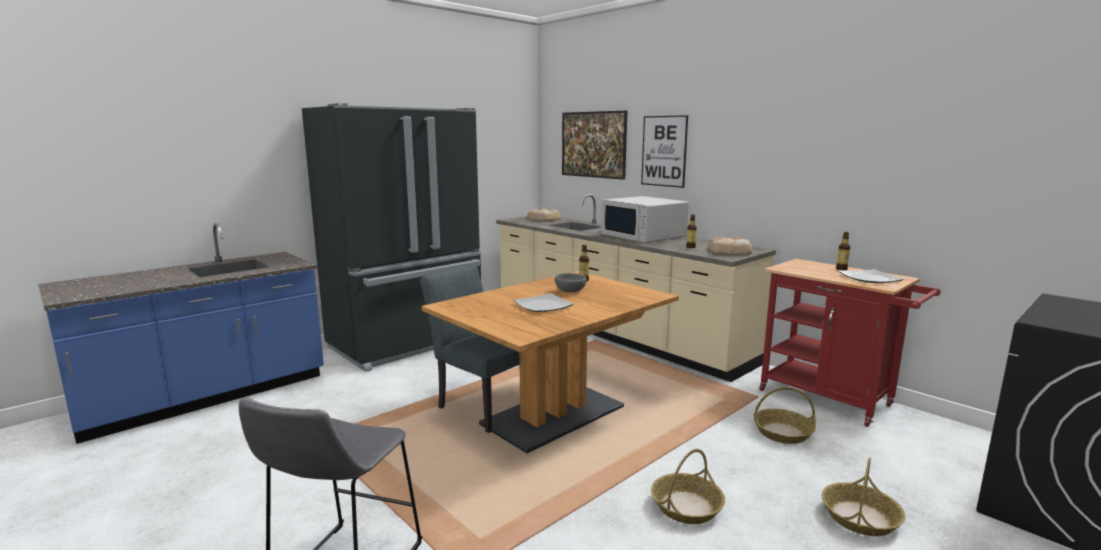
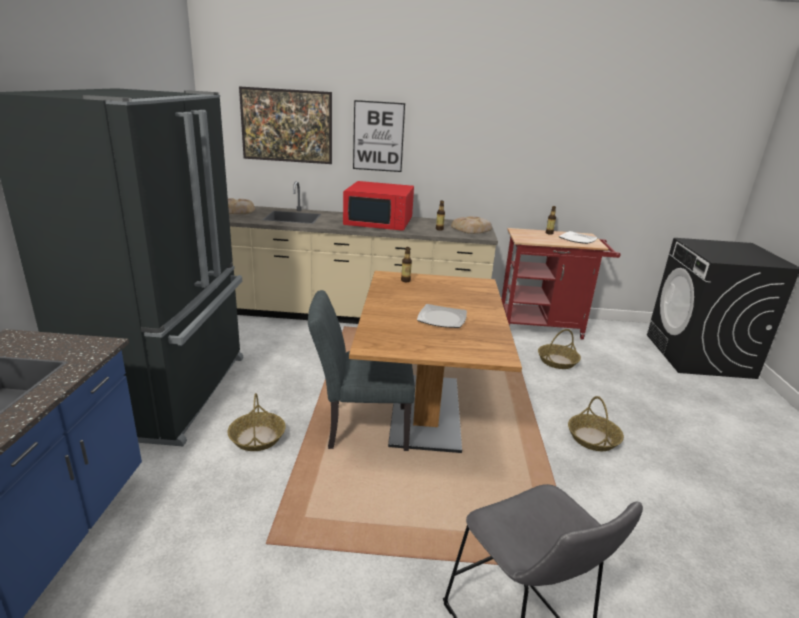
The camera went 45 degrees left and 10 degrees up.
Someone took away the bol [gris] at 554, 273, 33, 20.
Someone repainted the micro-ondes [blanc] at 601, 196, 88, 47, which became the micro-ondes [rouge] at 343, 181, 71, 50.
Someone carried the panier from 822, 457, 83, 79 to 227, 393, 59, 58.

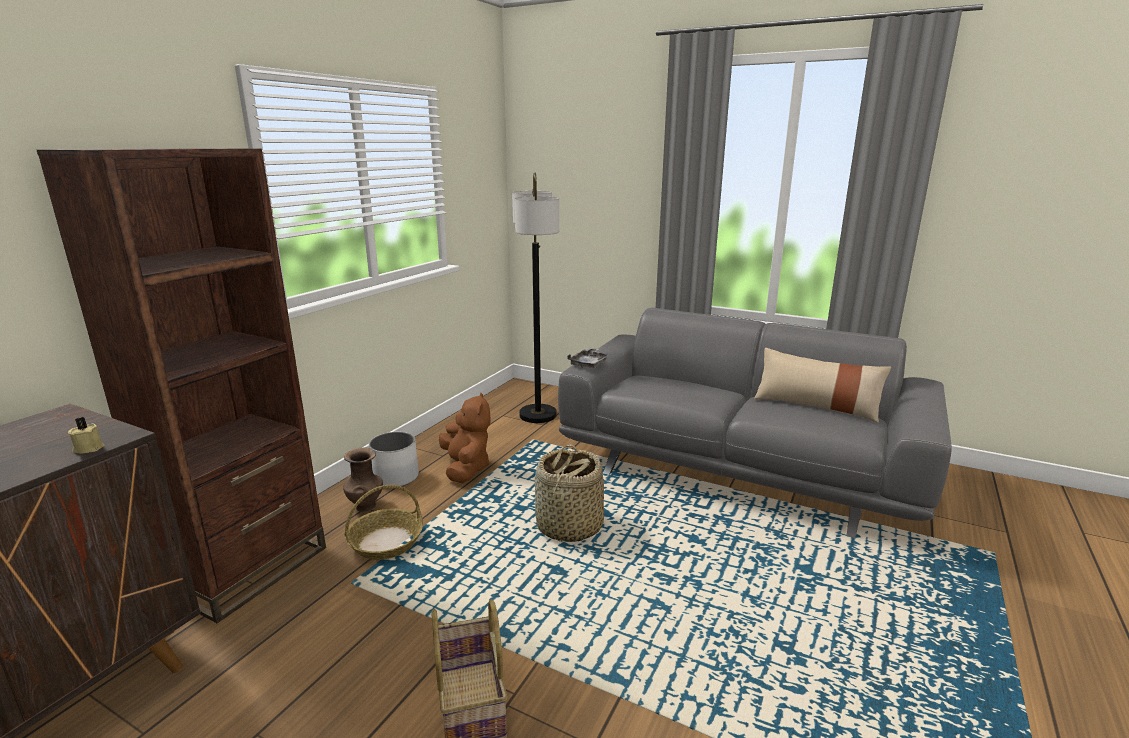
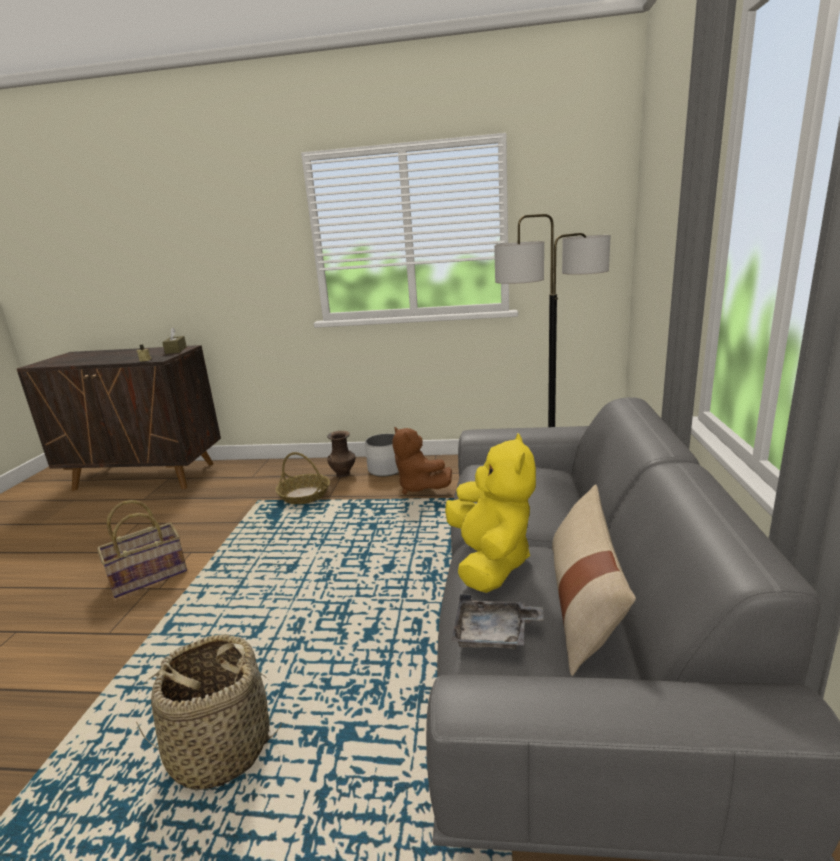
The camera went 70 degrees right and 0 degrees up.
Someone took away the bibliothèque [marron] at 37, 148, 289, 475.
Someone rotated the peluche [marron] at 439, 392, 52, 91 by 90 degrees clockwise.
Someone carried the panier from 535, 444, 69, 98 to 136, 634, 146, 157.
Someone carried the plateau [gris] from 567, 348, 44, 20 to 452, 594, 91, 55.
Someone put down the boîte à mouchoirs [marron] at 162, 327, 25, 27.
Someone put down the peluche [jaune] at 445, 433, 91, 160.

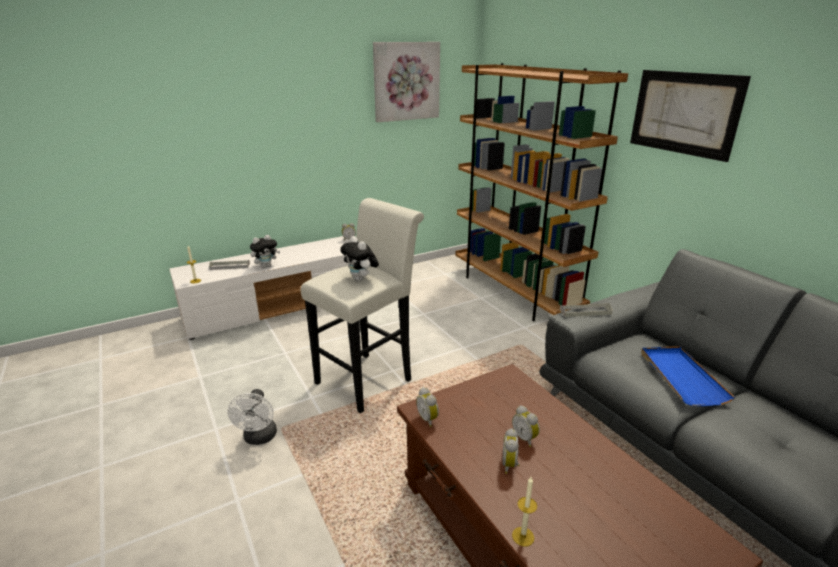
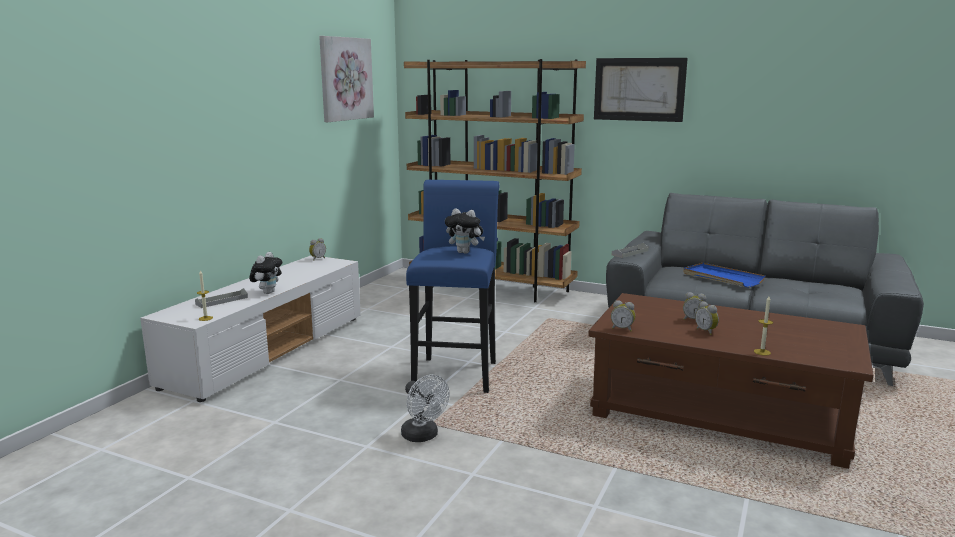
The camera went 35 degrees left and 10 degrees down.
Someone repainted the tabouret [blanc] at 300, 198, 124, 215, which became the tabouret [bleu] at 406, 180, 93, 213.

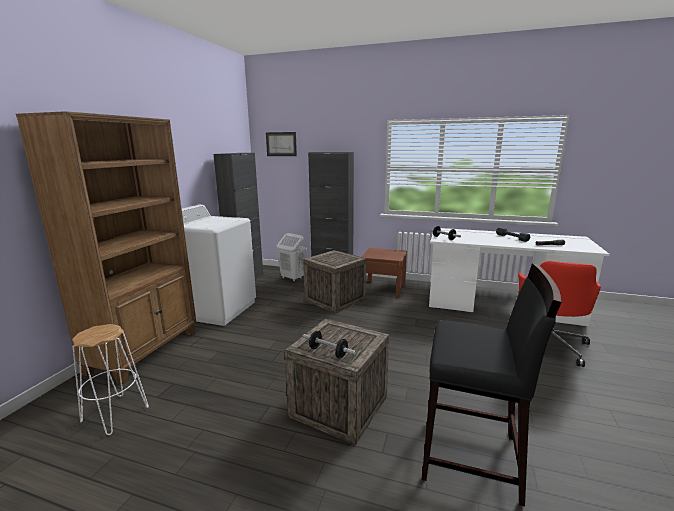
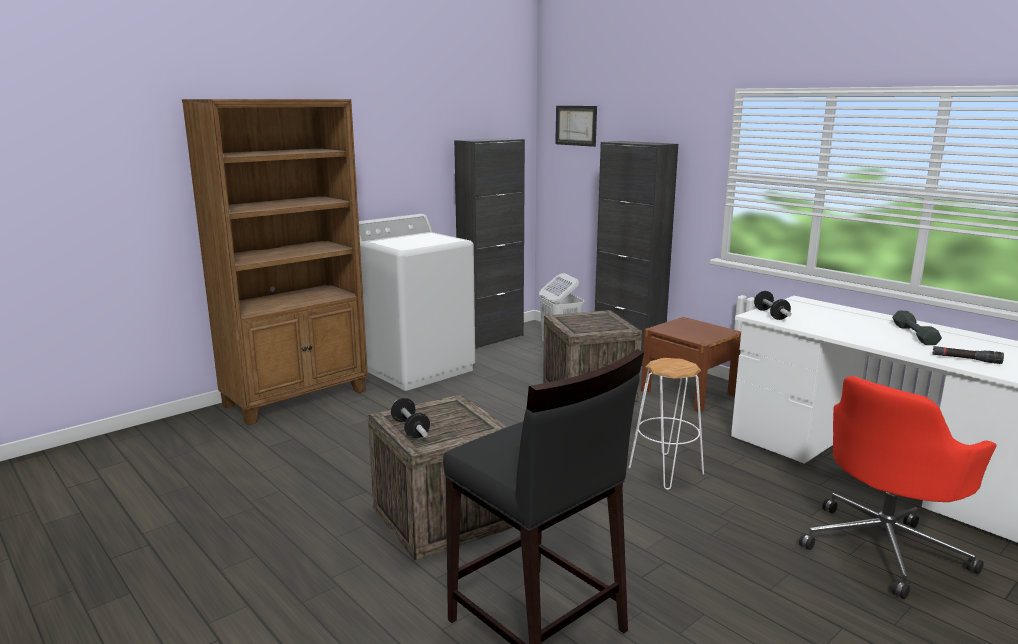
The camera went 30 degrees right and 0 degrees up.
Someone carried the tabouret [blanc] from 72, 324, 77, 111 to 629, 358, 75, 132.

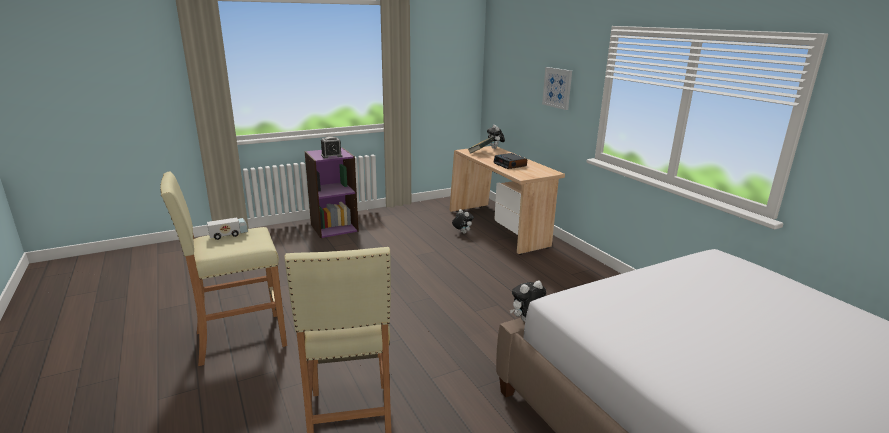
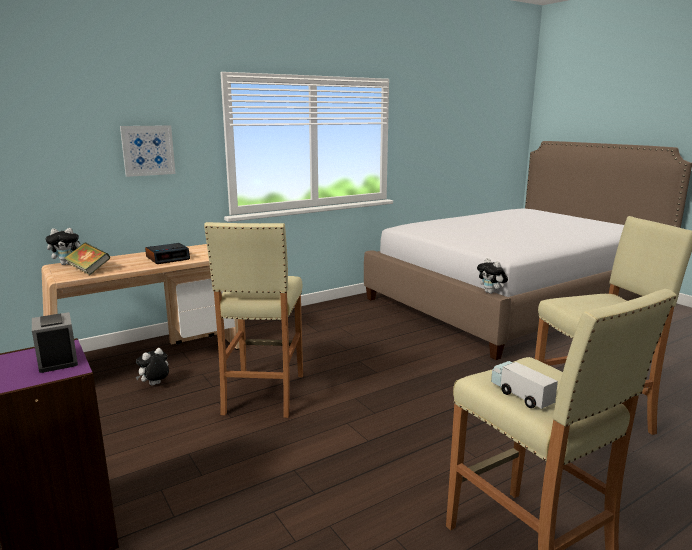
The camera went 95 degrees left and 5 degrees down.
Someone put down the tabouret [beige] at 204, 222, 99, 196.

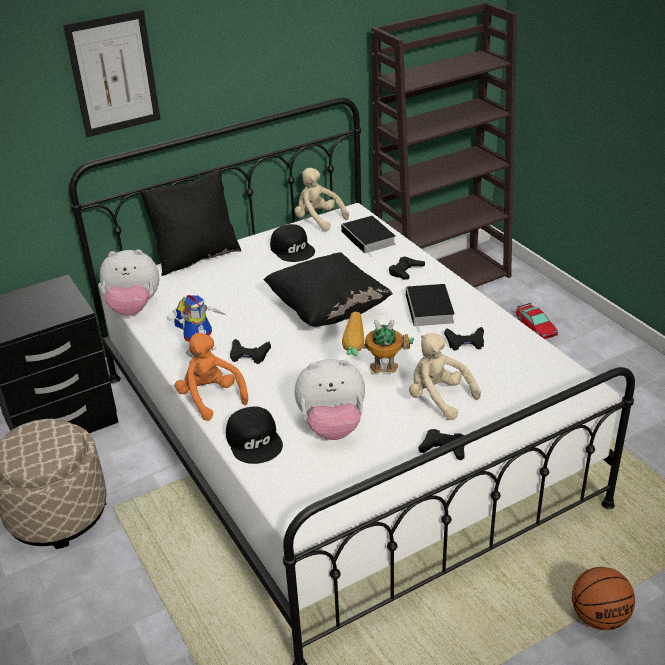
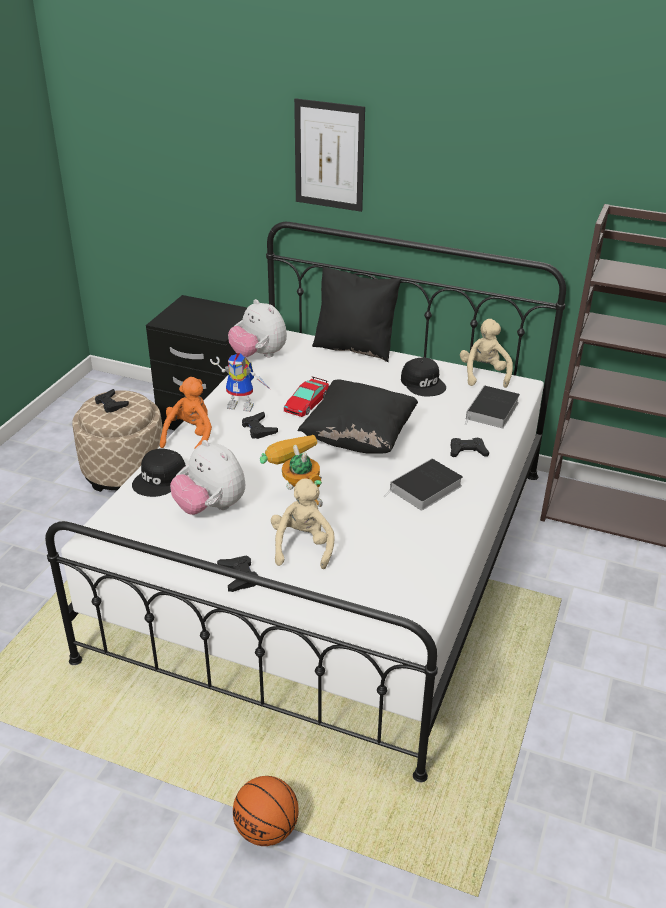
The camera went 50 degrees right and 0 degrees up.
Someone rotated the casquette [noir] at 270, 224, 45, 38 by 45 degrees counterclockwise.
Someone carried the manette [noir] from 444, 327, 40, 24 to 95, 389, 34, 24.
Someone carried the petite voiture from 516, 303, 42, 36 to 284, 377, 45, 40.

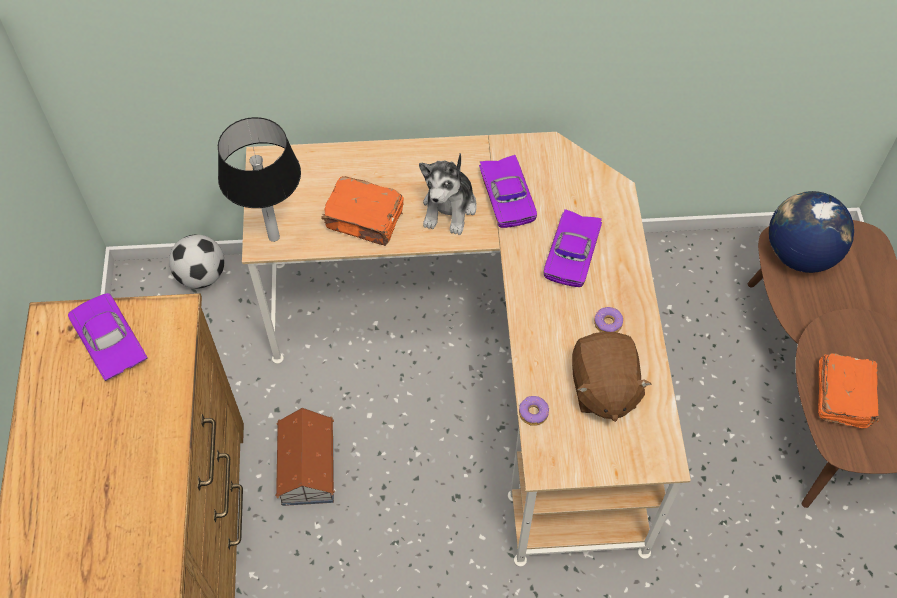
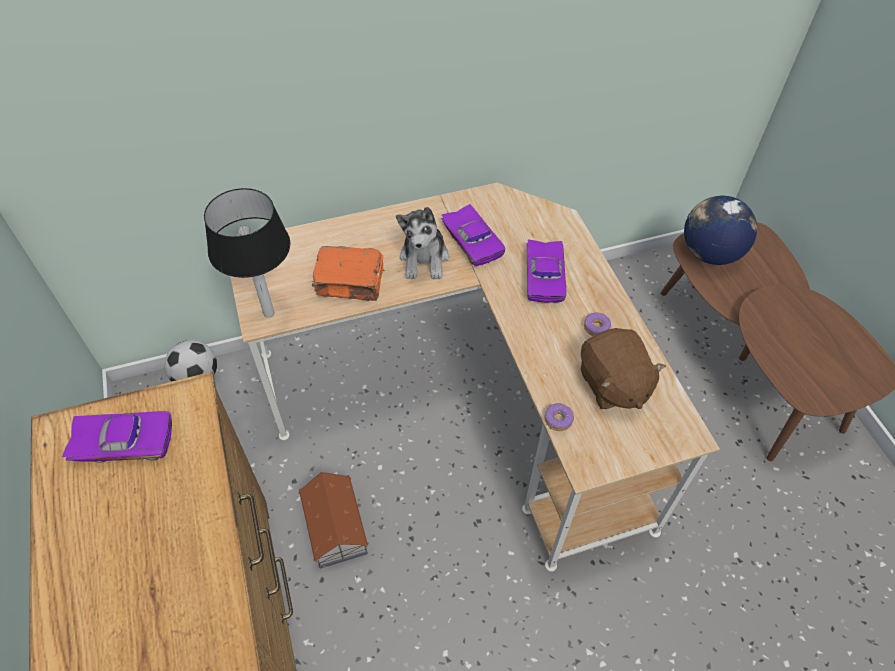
The camera went 15 degrees left and 5 degrees down.
Someone rotated the petite voiture [violet] at 68, 293, 80, 88 by 135 degrees clockwise.
Someone took away the livre [orange] at 818, 353, 62, 75.

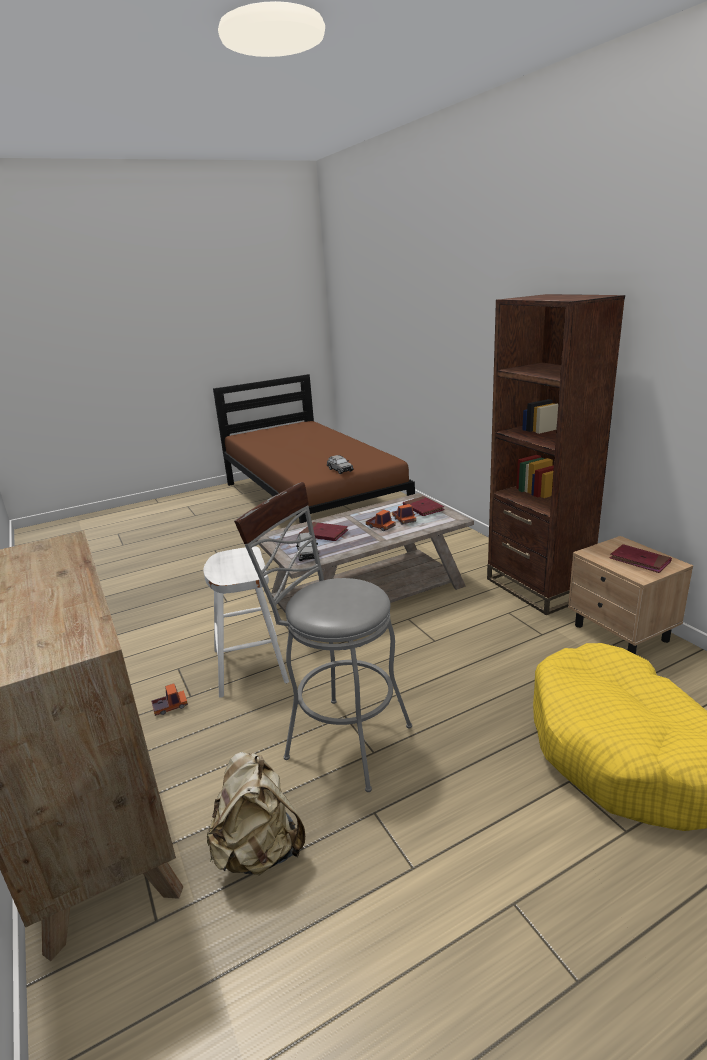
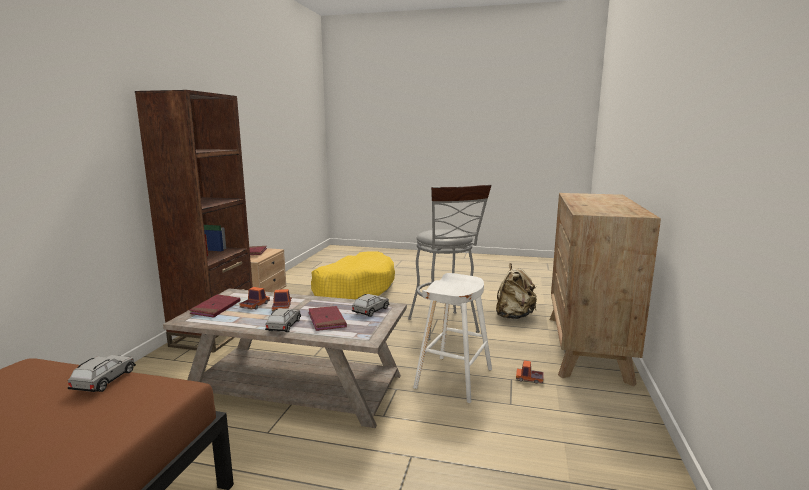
The camera went 140 degrees left and 10 degrees down.
Someone put down the petite voiture [gris] at 265, 308, 36, 24.

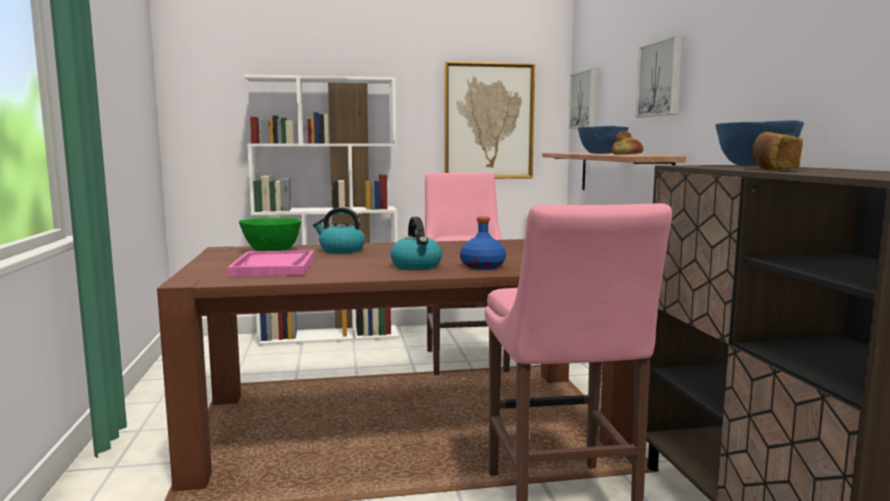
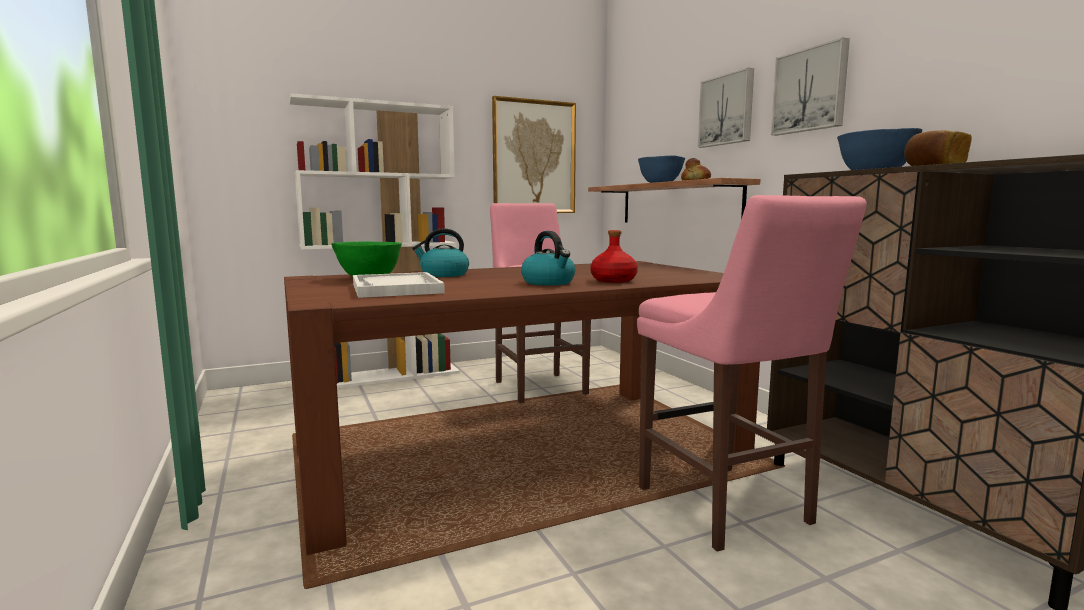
The camera went 15 degrees left and 0 degrees up.
Someone repainted the plateau [rose] at 227, 250, 87, 27, which became the plateau [blanc] at 353, 272, 92, 26.
Someone repainted the bouteille [bleu] at 460, 216, 46, 53, which became the bouteille [rouge] at 591, 230, 47, 53.
Someone carried the tableau from 568, 69, 30, 60 to 771, 37, 79, 99.

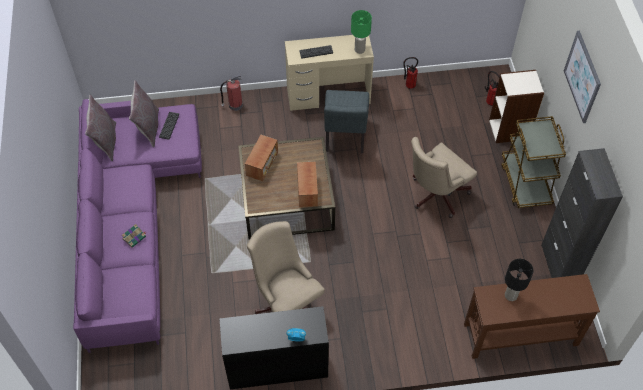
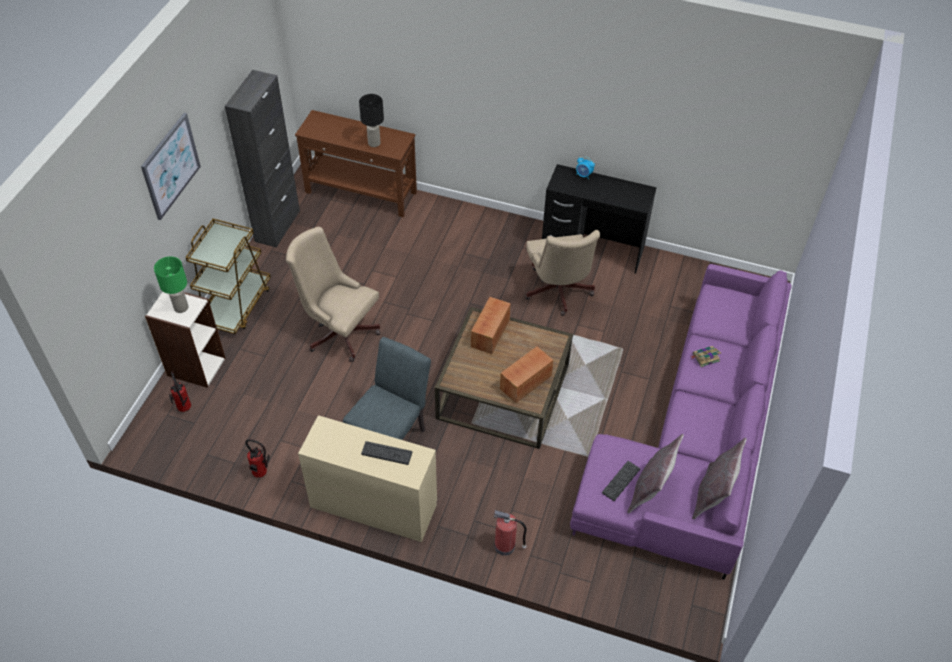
The camera went 155 degrees left and 5 degrees down.
Someone carried the lampe de table [vert] from 351, 10, 21, 44 to 154, 256, 35, 57.
Someone rotated the chaise de bureau [beige] at 411, 137, 66, 81 by 135 degrees counterclockwise.

